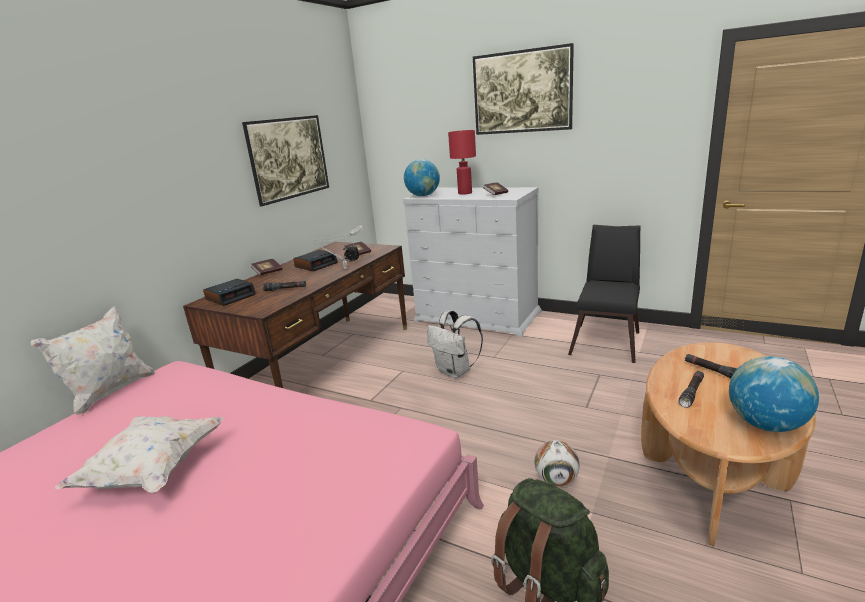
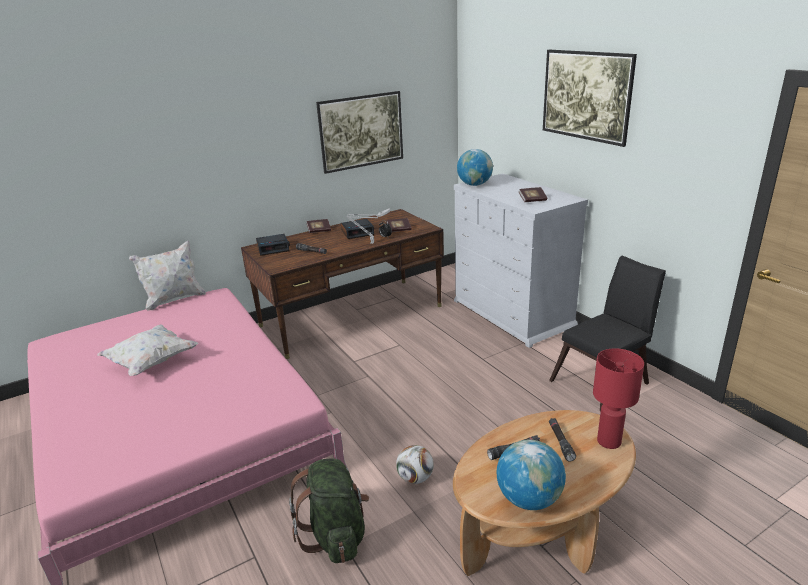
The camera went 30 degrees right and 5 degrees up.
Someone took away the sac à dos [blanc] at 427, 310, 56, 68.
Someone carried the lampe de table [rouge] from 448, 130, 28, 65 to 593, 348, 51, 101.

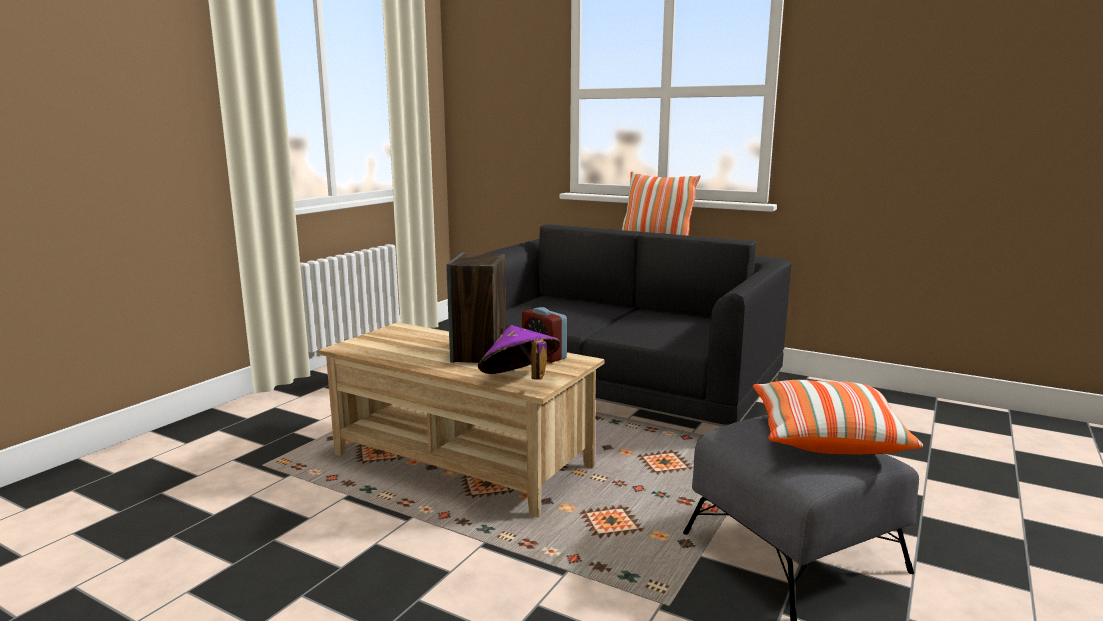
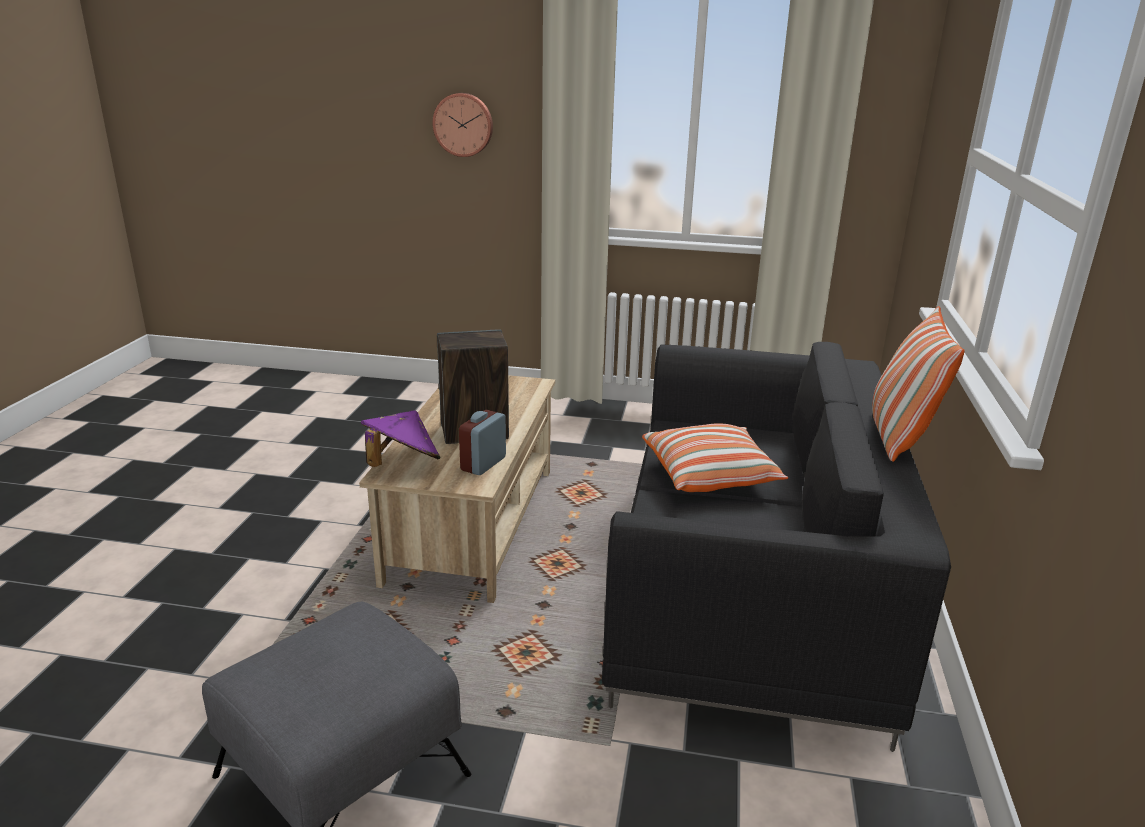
The camera went 70 degrees right and 10 degrees up.
Someone carried the coussin from 753, 380, 170, 74 to 642, 423, 146, 69.
Someone put up the horloge murale at 432, 93, 61, 64.

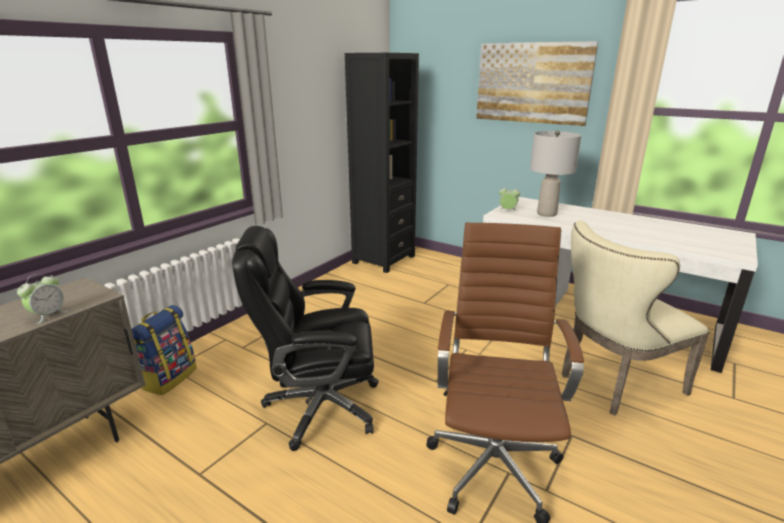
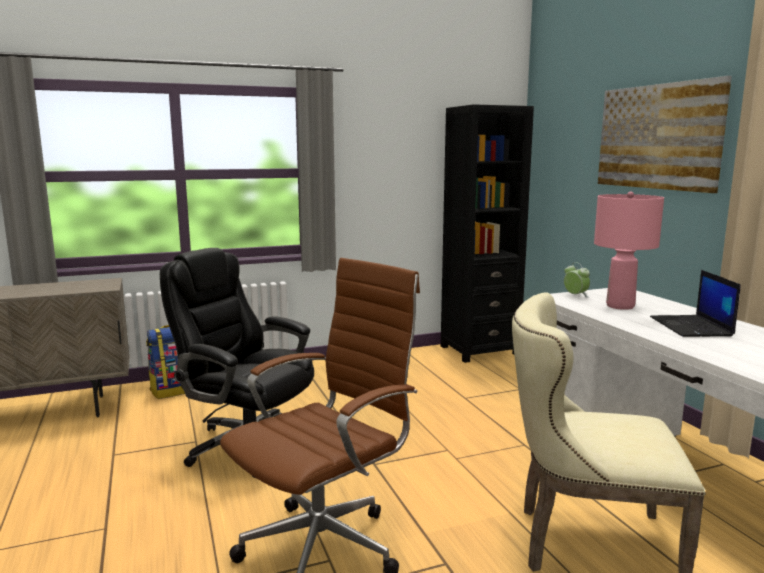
The camera went 35 degrees right and 10 degrees down.
Someone took away the réveil at 17, 274, 51, 50.
Someone repainted the lampe de table [gris] at 530, 130, 52, 87, which became the lampe de table [rose] at 594, 191, 70, 119.
Someone put down the ordinateur portable at 650, 270, 91, 67.

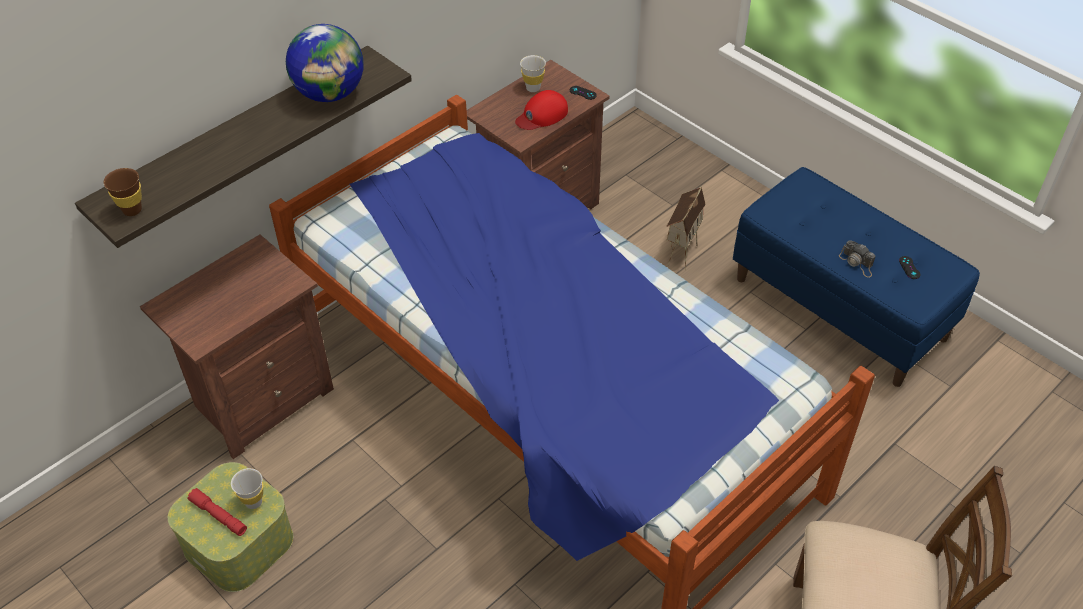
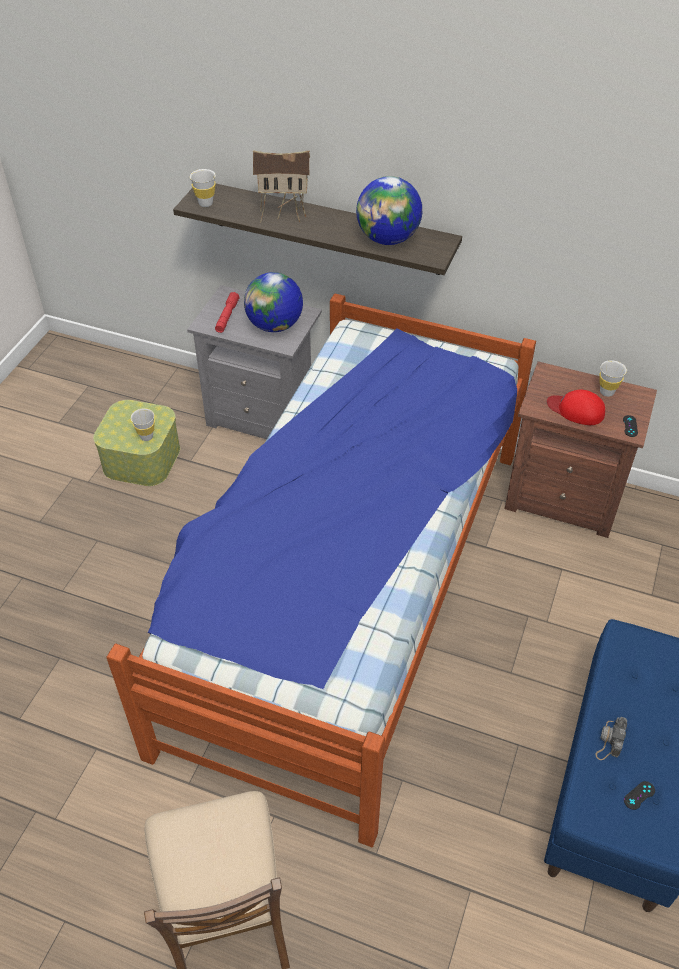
The camera went 65 degrees right and 0 degrees up.
Someone repainted the tasse [marron] at 104, 168, 38, 48, which became the tasse [blanc] at 190, 169, 26, 38.
Someone repainted the table de chevet [marron] at 140, 234, 194, 225, which became the table de chevet [gris] at 187, 285, 135, 154.
Someone carried the lampe de poche [rouge] from 187, 488, 60, 48 to 215, 292, 25, 41.
Someone carried the maison miniature from 666, 187, 40, 83 to 253, 150, 57, 72.
Someone put down the globe at 244, 272, 59, 60.

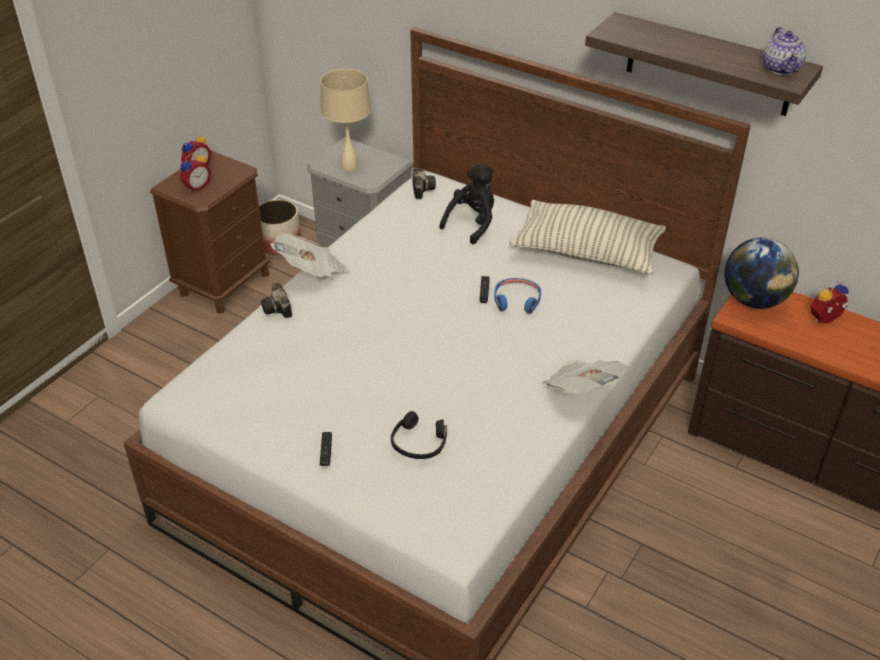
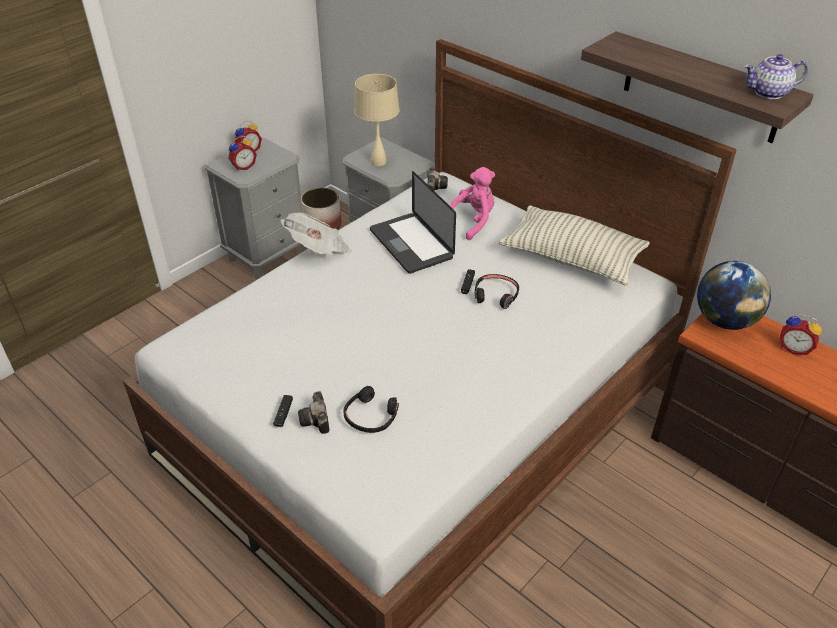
The camera went 10 degrees right and 0 degrees up.
Someone repainted the table de chevet [marron] at 150, 150, 120, 164, which became the table de chevet [gris] at 204, 138, 103, 141.
Someone carried the appareil photo from 261, 282, 31, 36 to 298, 391, 31, 43.
Someone repainted the peluche [noir] at 439, 163, 55, 81, which became the peluche [rose] at 450, 167, 45, 73.
Someone repainted the casque audio [bleu] at 494, 278, 47, 36, which became the casque audio [noir] at 475, 274, 44, 35.
Someone took away the journal at 543, 360, 86, 34.
Someone rotated the théière at 763, 27, 43, 48 by 75 degrees clockwise.
Someone rotated the réveil at 810, 282, 39, 41 by 135 degrees counterclockwise.
Someone put down the ordinateur portable at 370, 171, 86, 103.

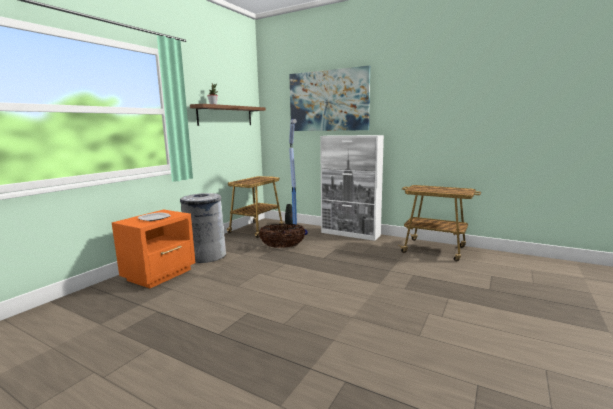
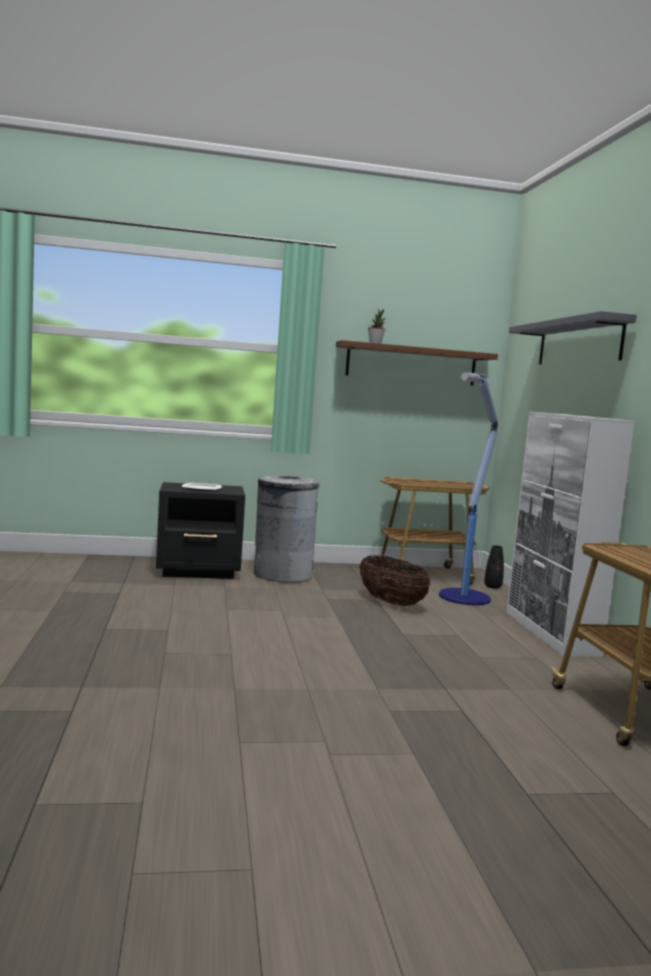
The camera went 50 degrees right and 5 degrees down.
Someone repainted the table de chevet [orange] at 112, 210, 83, 78, which became the table de chevet [noir] at 156, 482, 89, 97.
Someone swapped the tableau at 289, 66, 81, 65 for the étagère [gris] at 509, 311, 128, 53.

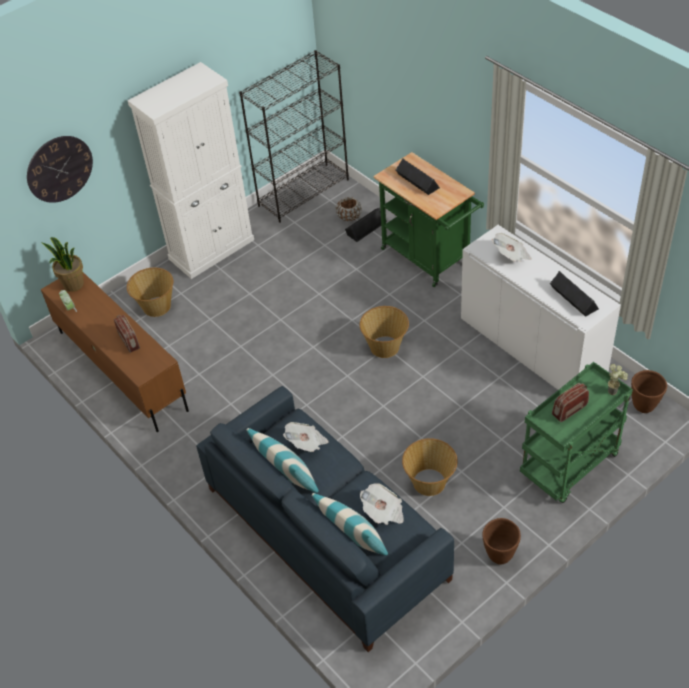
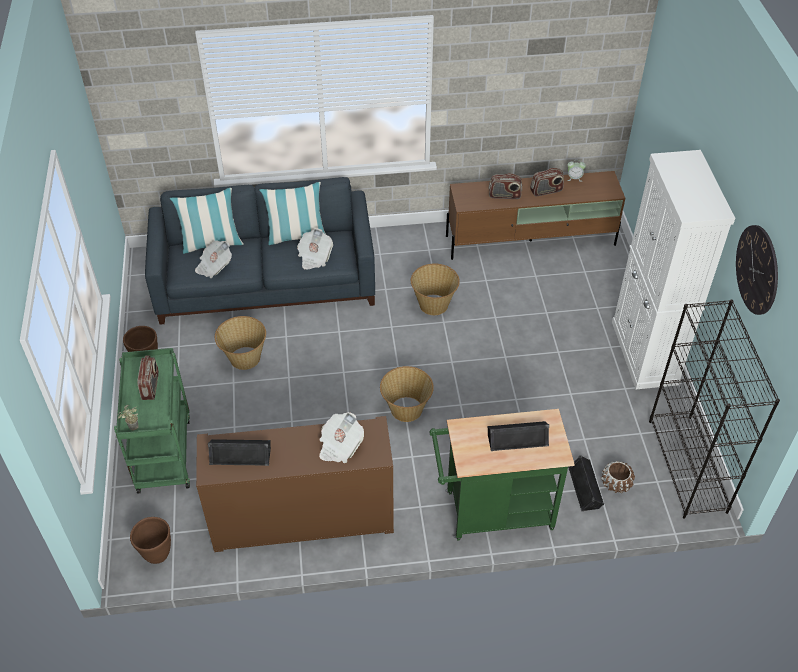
The camera went 120 degrees right and 0 degrees up.
Someone carried the horloge murale from 27, 136, 66, 67 to 736, 225, 42, 90.
Someone took away the plante en pot at 41, 237, 43, 55.
Someone carried the panier from 127, 267, 46, 50 to 411, 264, 49, 51.
Someone repainted the meuble de rangement [blanc] at 461, 225, 160, 165, which became the meuble de rangement [marron] at 196, 416, 198, 136.
Someone put down the radio at 530, 168, 34, 28.

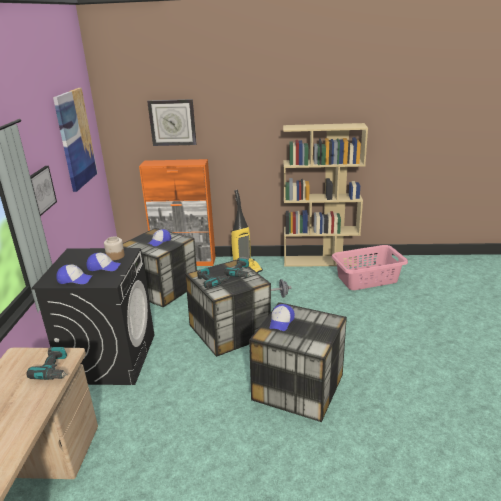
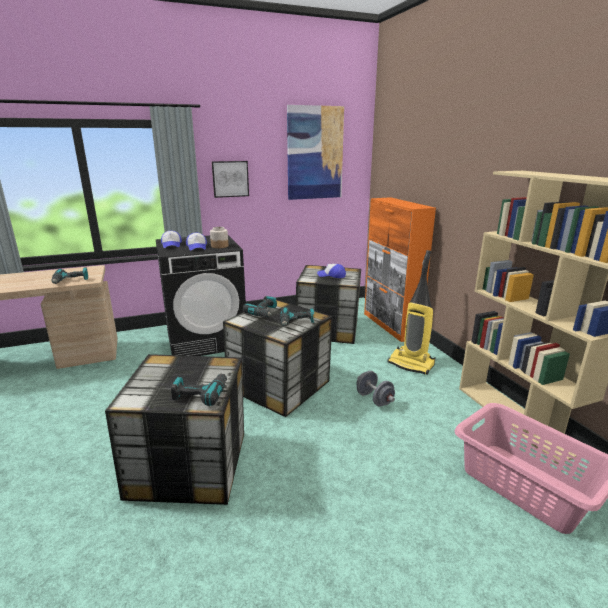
The camera went 65 degrees right and 5 degrees down.
Someone took away the horloge murale at 147, 99, 50, 47.
Someone took away the casquette at 270, 304, 25, 27.
Someone put down the perceuse at 171, 374, 56, 32.

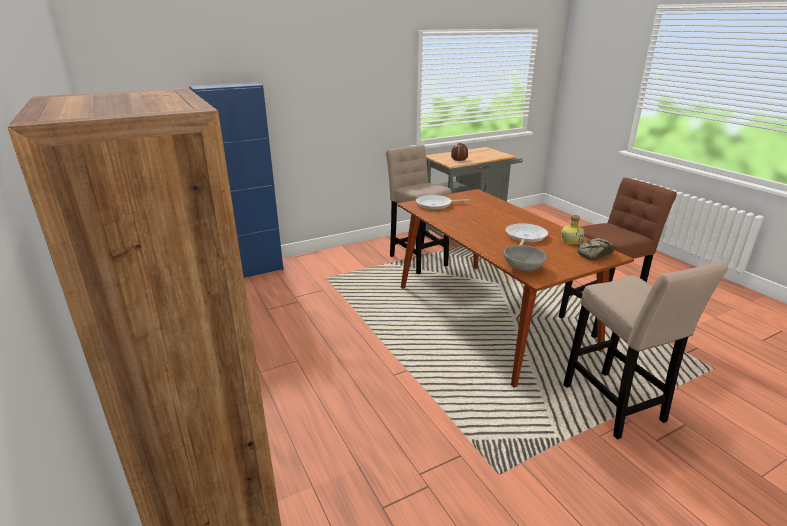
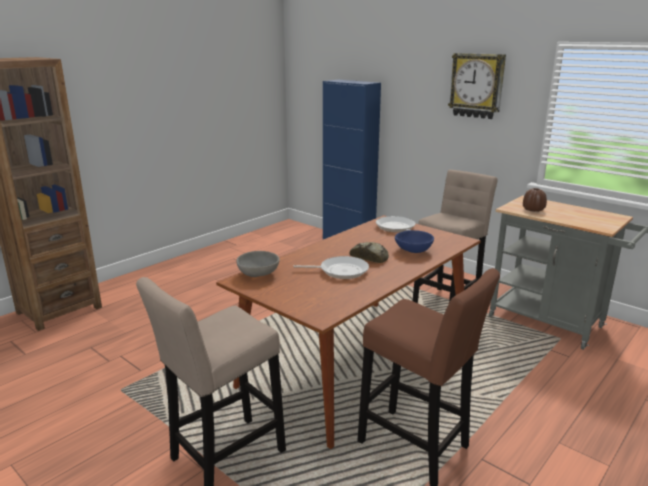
The camera went 70 degrees right and 5 degrees down.
Someone took away the bouteille at 561, 215, 24, 29.
Someone carried the pain from 578, 238, 37, 23 to 350, 242, 39, 21.
Someone put down the bol [bleu] at 395, 230, 39, 23.
Someone put up the horloge murale at 448, 53, 58, 66.

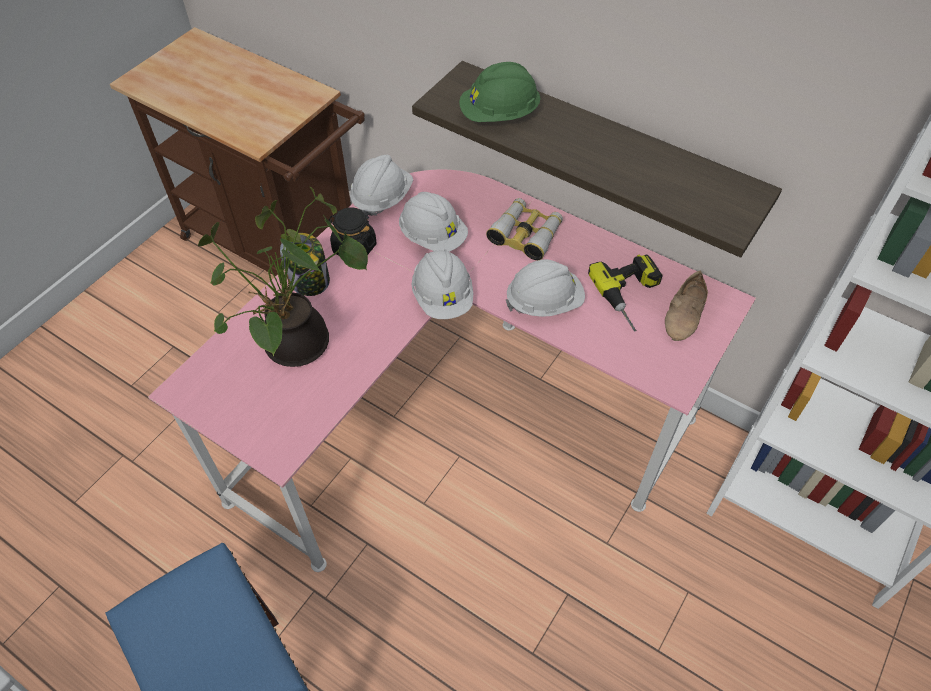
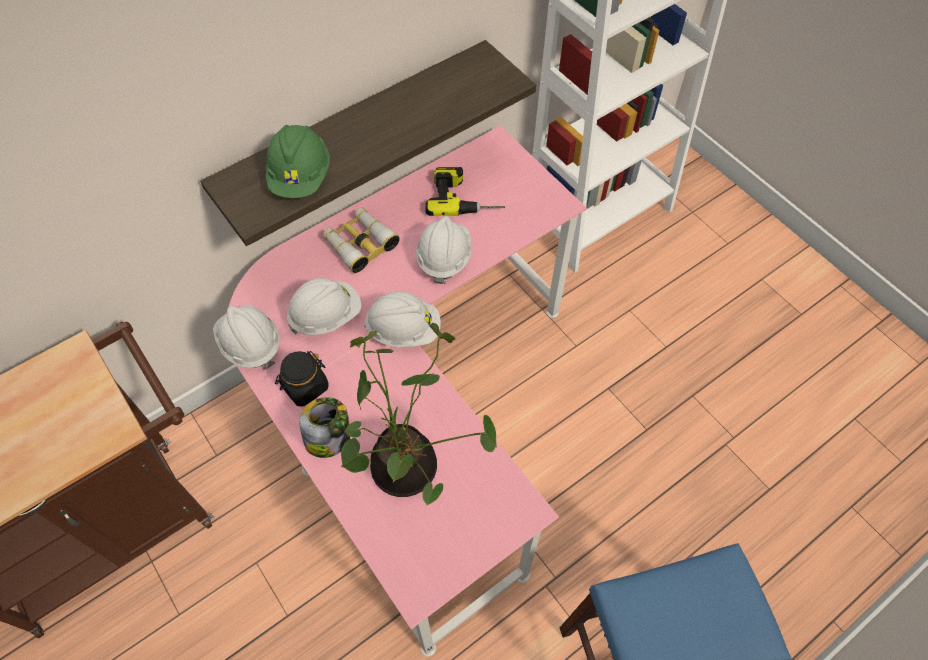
The camera went 70 degrees left and 5 degrees up.
Someone took away the chaussure [beige] at 665, 271, 43, 70.

